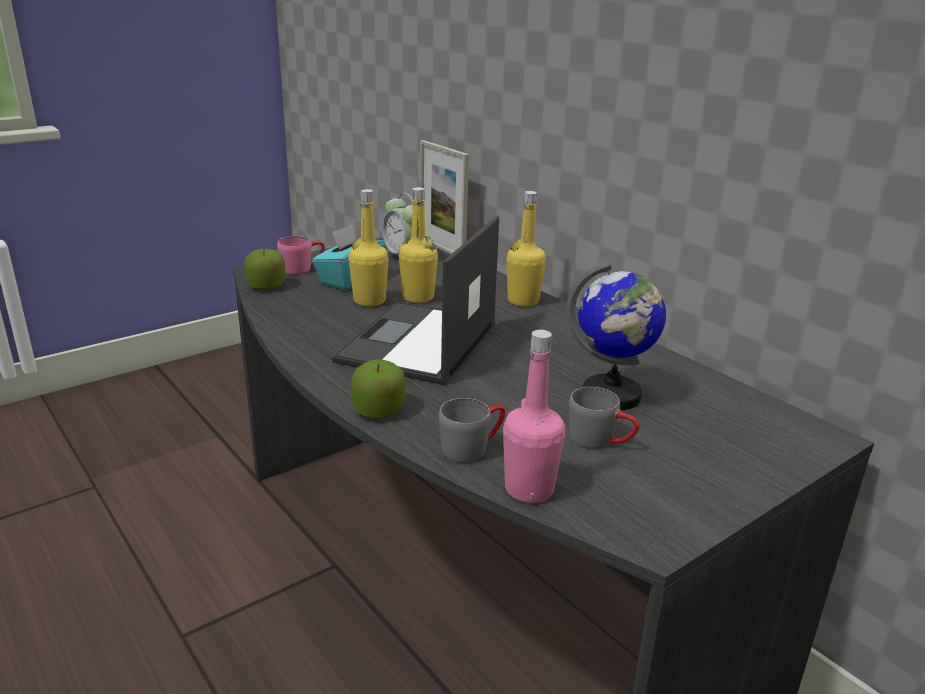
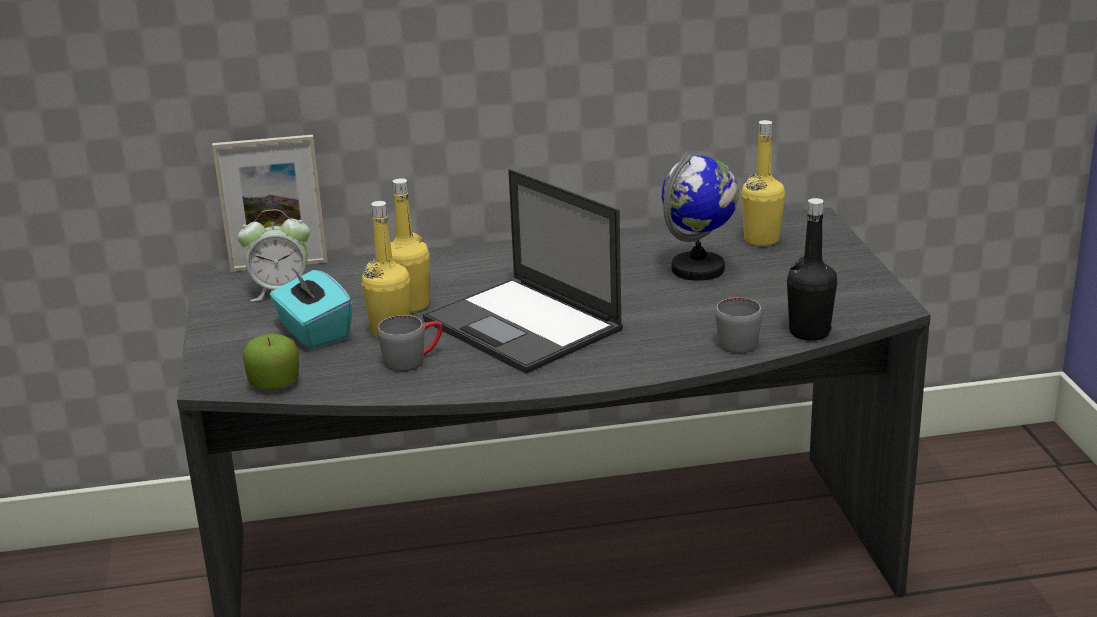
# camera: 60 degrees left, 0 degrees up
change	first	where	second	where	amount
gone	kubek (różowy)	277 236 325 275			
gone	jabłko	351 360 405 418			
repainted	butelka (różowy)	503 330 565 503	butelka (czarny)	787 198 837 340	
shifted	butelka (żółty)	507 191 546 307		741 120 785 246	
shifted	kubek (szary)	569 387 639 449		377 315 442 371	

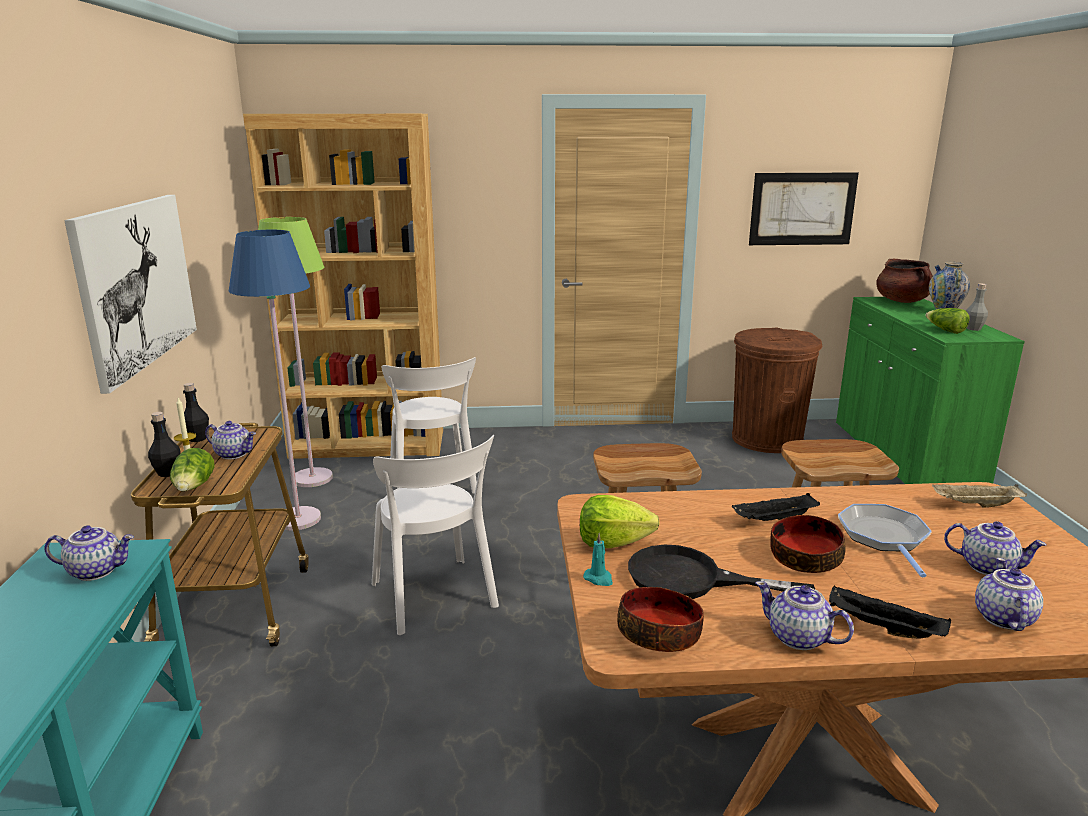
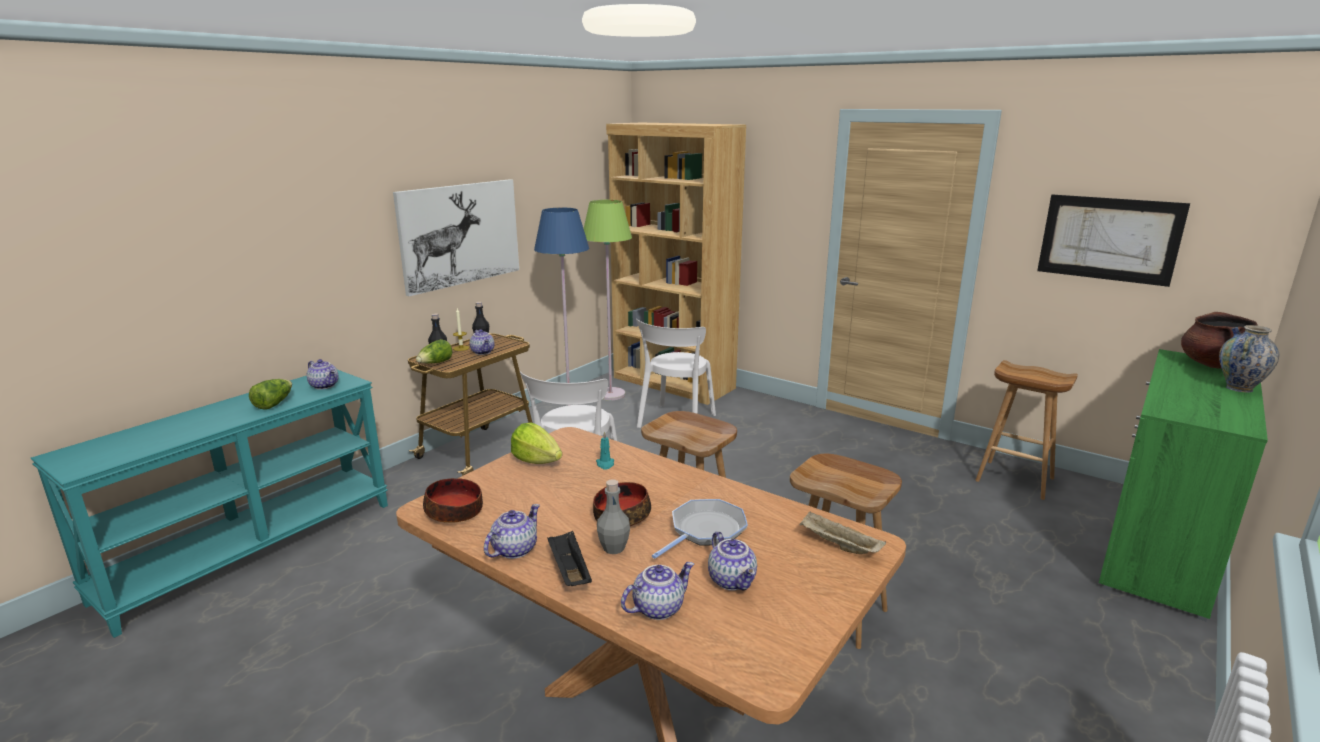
# camera: 40 degrees right, 0 degrees up
change	first	where	second	where	amount
shifted	świeca (turkusowy)	583 533 613 586		596 431 614 469	
gone	patelnia (czarny)	628 545 815 599			
swapped	kosz na śmieci (brązowy)	732 328 823 453	stołek (brązowy)	975 360 1078 500	
gone	taca (czarny)	732 493 820 521			
rotated	imbryk	756 581 854 650		484 504 540 559	45 degrees clockwise
shifted	sałata	926 308 970 334		249 379 292 410	
shifted	butelka (szary)	966 283 988 331		597 479 630 554	

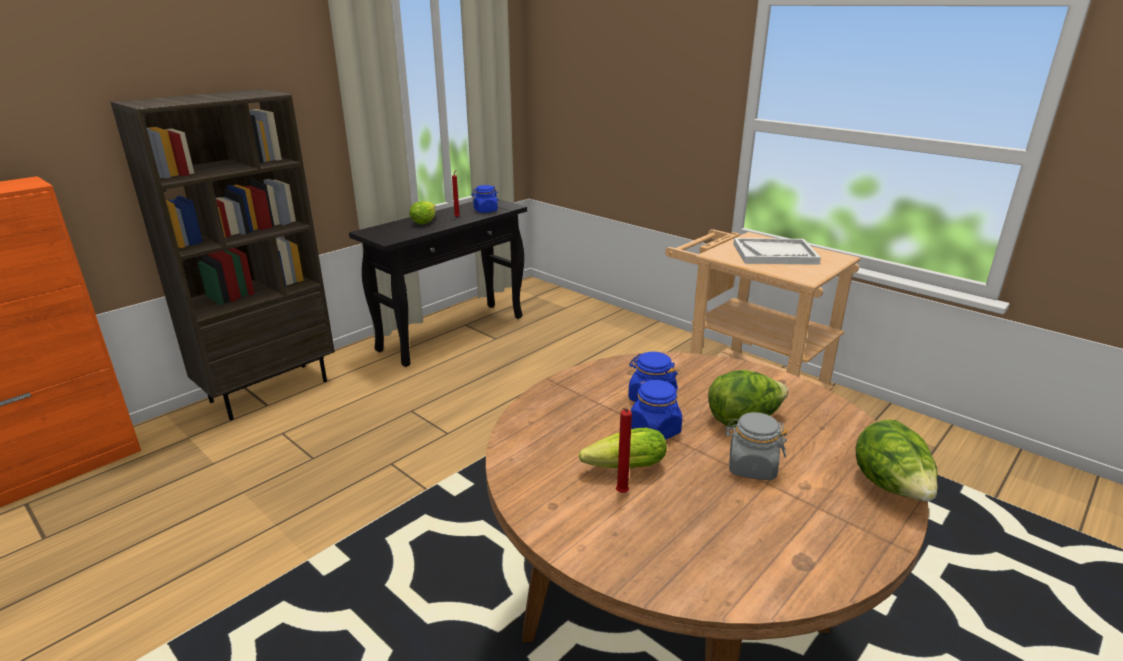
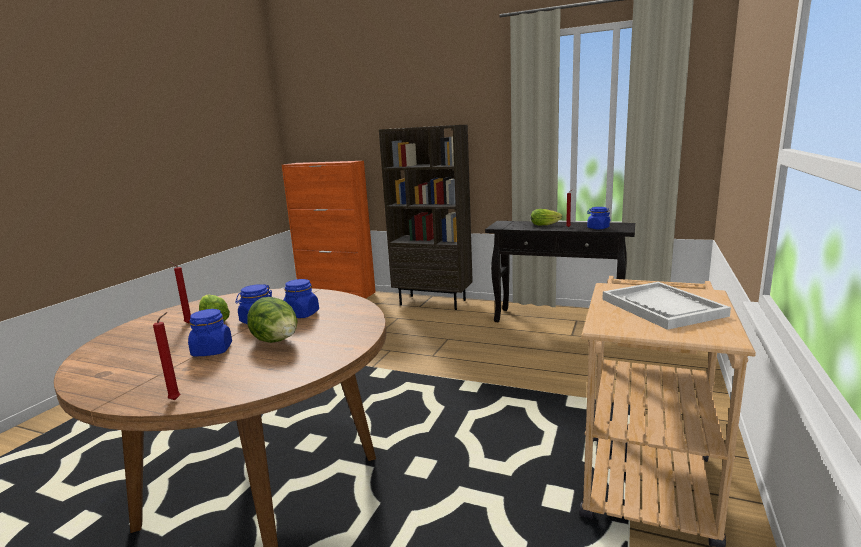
# camera: 70 degrees right, 10 degrees down
change	first	where	second	where	amount
repainted	słoik (szary)	725 412 787 480	słoik (niebieski)	188 309 232 356	
swapped	sałata	856 420 938 501	świeca (czerwony)	153 312 180 400	

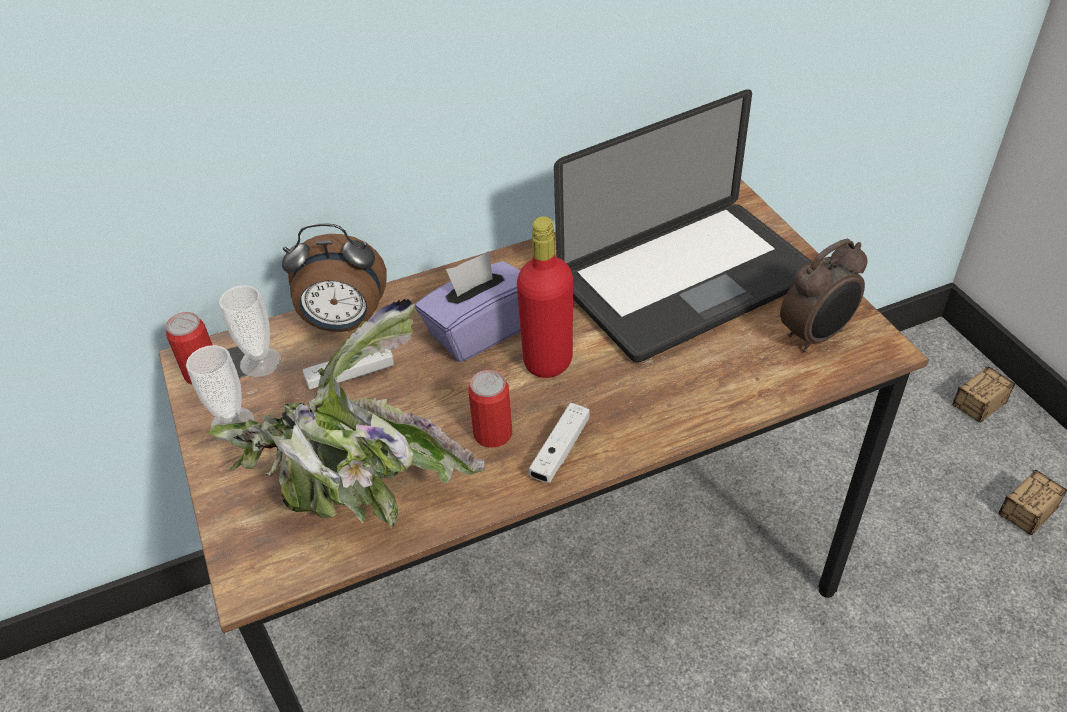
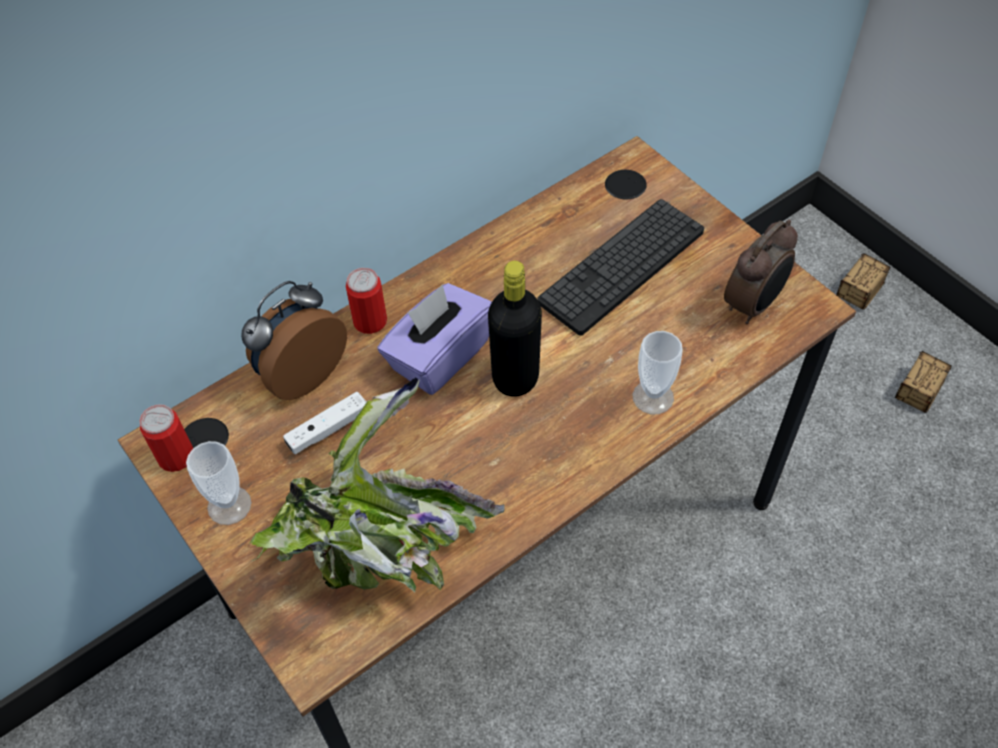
# camera: 15 degrees left, 10 degrees up
change	first	where	second	where	amount
shifted	filiżanka	219 285 281 377		633 331 683 414	
rotated	budzik	282 223 387 332		241 281 347 400	150 degrees clockwise
shifted	puszka	468 370 512 448		346 268 387 334	
repainted	butelka (czerwony)	517 216 573 378	butelka (czarny)	488 261 542 397	
gone	pad do gier (biały)	529 403 590 483			
swapped	laptop	554 89 813 362	klawiatura	537 199 704 336	

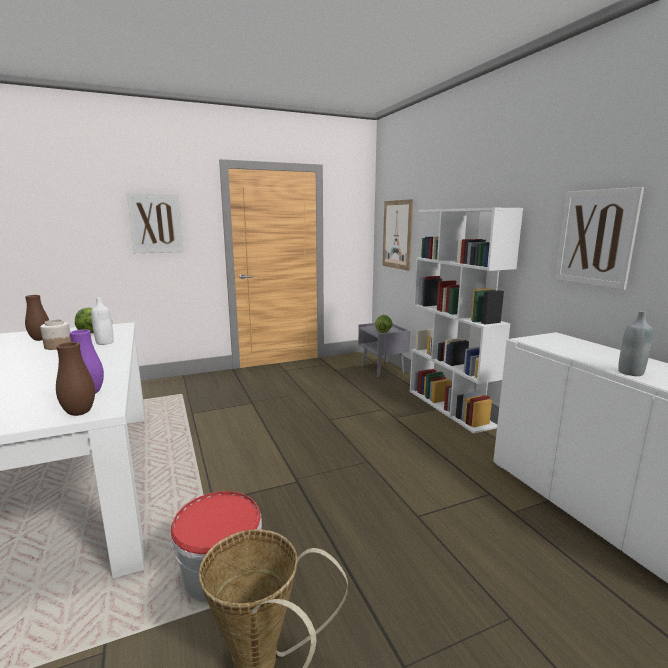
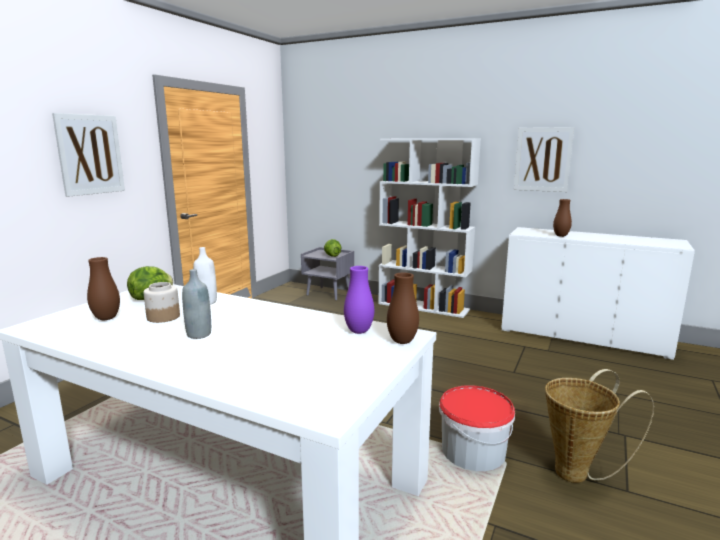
# camera: 40 degrees left, 0 degrees up
change	first	where	second	where	amount
gone	obraz	382 199 413 271			
shifted	butelka (szary)	618 311 653 376		182 269 211 339	
new			wazon (brązowy)	553 199 572 237	

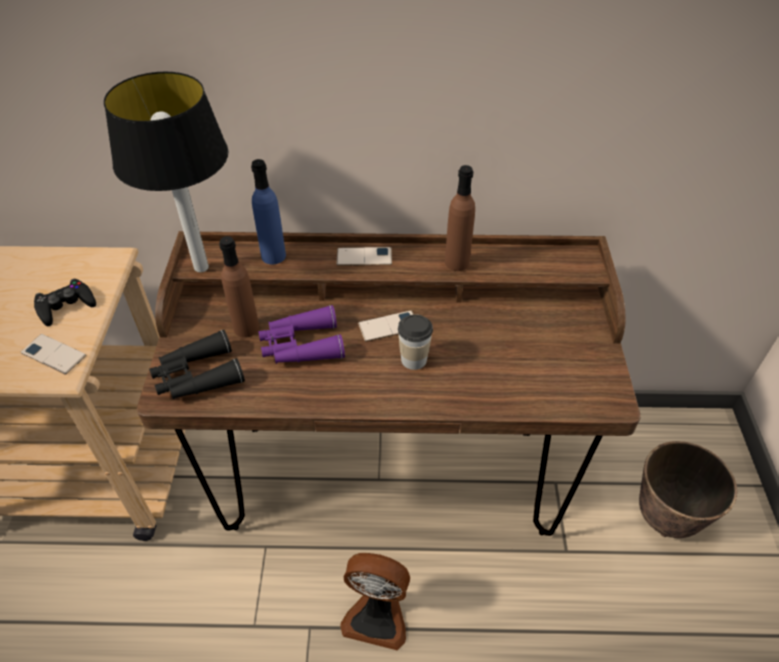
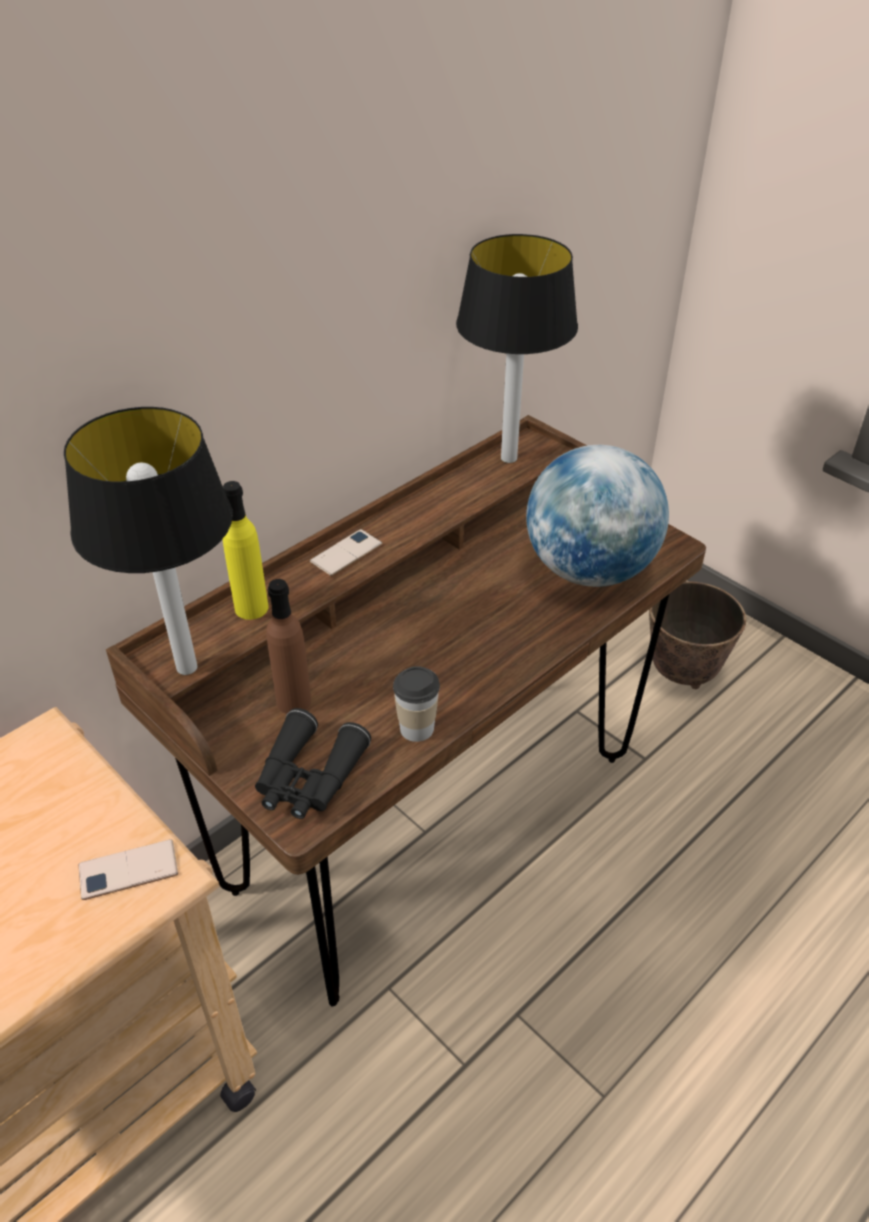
# camera: 45 degrees left, 5 degrees down
change	first	where	second	where	amount
gone	pad do gier (czarny)	34 278 96 326			
repainted	butelka (niebieski)	251 159 286 264	butelka (żółty)	222 481 269 620	
gone	lornetka (fioletowy)	258 305 345 364			
gone	wentylator	340 553 410 650			
gone	telefon	358 311 413 342			
shifted	filiżanka	398 314 433 370		393 666 440 742	
gone	butelka (brązowy)	445 165 475 271			
new			lampa stołowa	456 234 578 463	
new			globus	526 445 669 587	

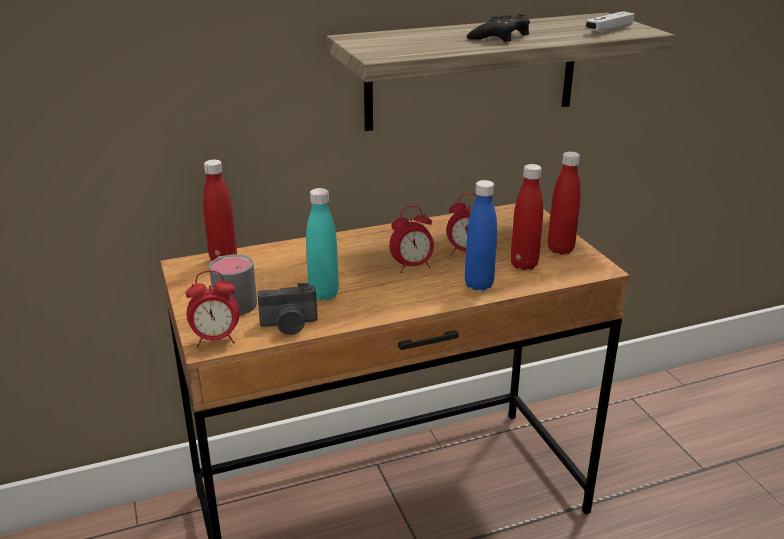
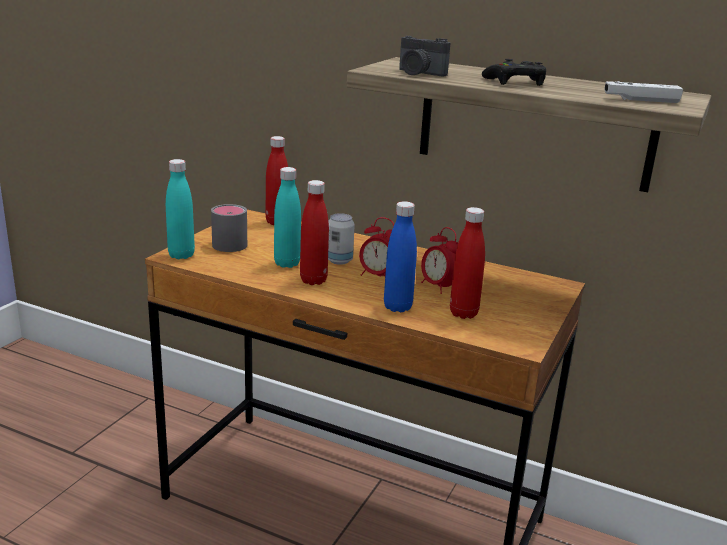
# camera: 45 degrees right, 5 degrees down
change	first	where	second	where	amount
swapped	budzik	186 271 240 347	butelka (turkusowy)	166 159 195 259	
shifted	aparat fotograficzny	257 283 318 335		399 36 450 76	
shifted	butelka (czerwony)	548 151 581 255		300 180 329 285	
new			puszka	328 213 355 265	

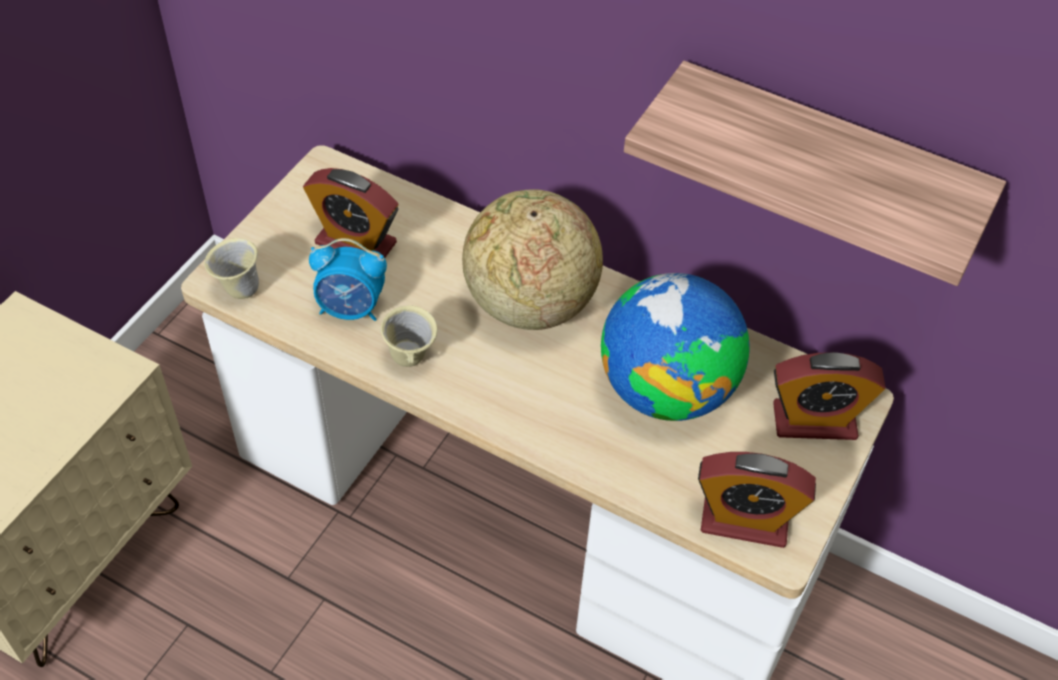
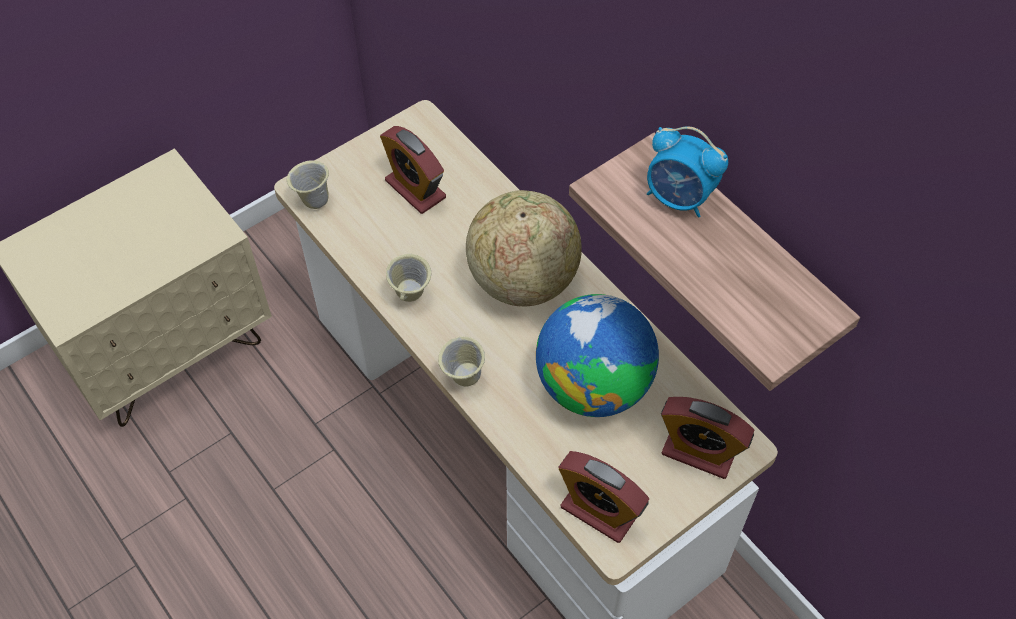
# camera: 25 degrees right, 5 degrees up
change	first	where	second	where	amount
shifted	budzik	309 238 387 321		647 126 728 217	
new			kubek (beżowy)	438 337 485 386	

